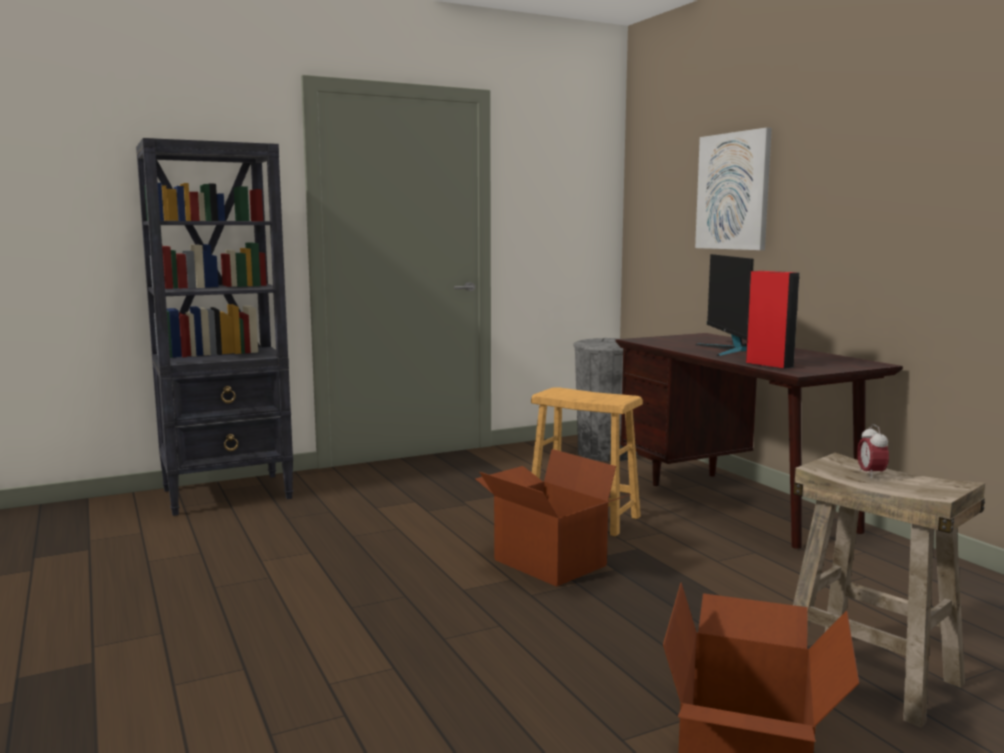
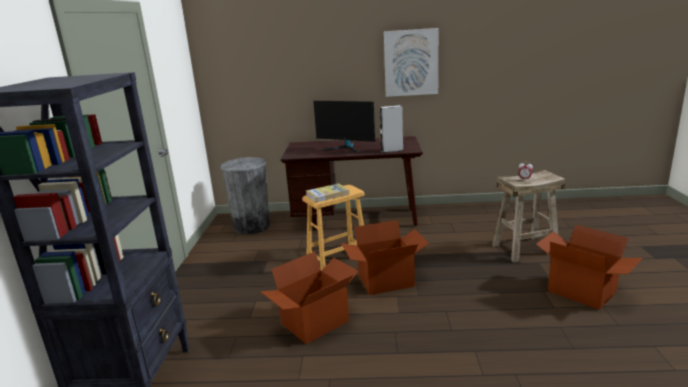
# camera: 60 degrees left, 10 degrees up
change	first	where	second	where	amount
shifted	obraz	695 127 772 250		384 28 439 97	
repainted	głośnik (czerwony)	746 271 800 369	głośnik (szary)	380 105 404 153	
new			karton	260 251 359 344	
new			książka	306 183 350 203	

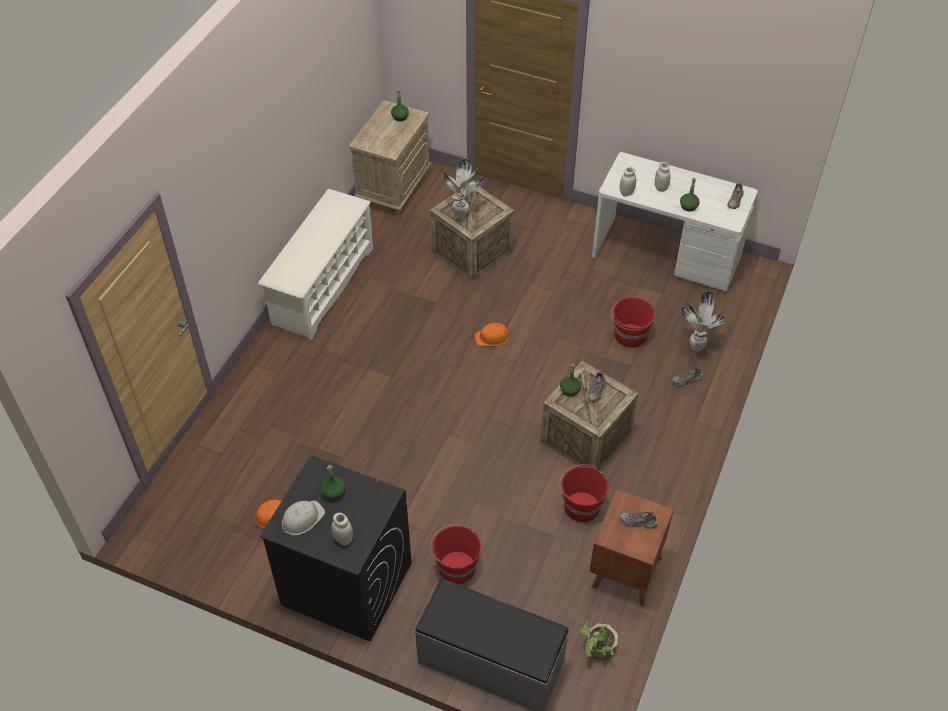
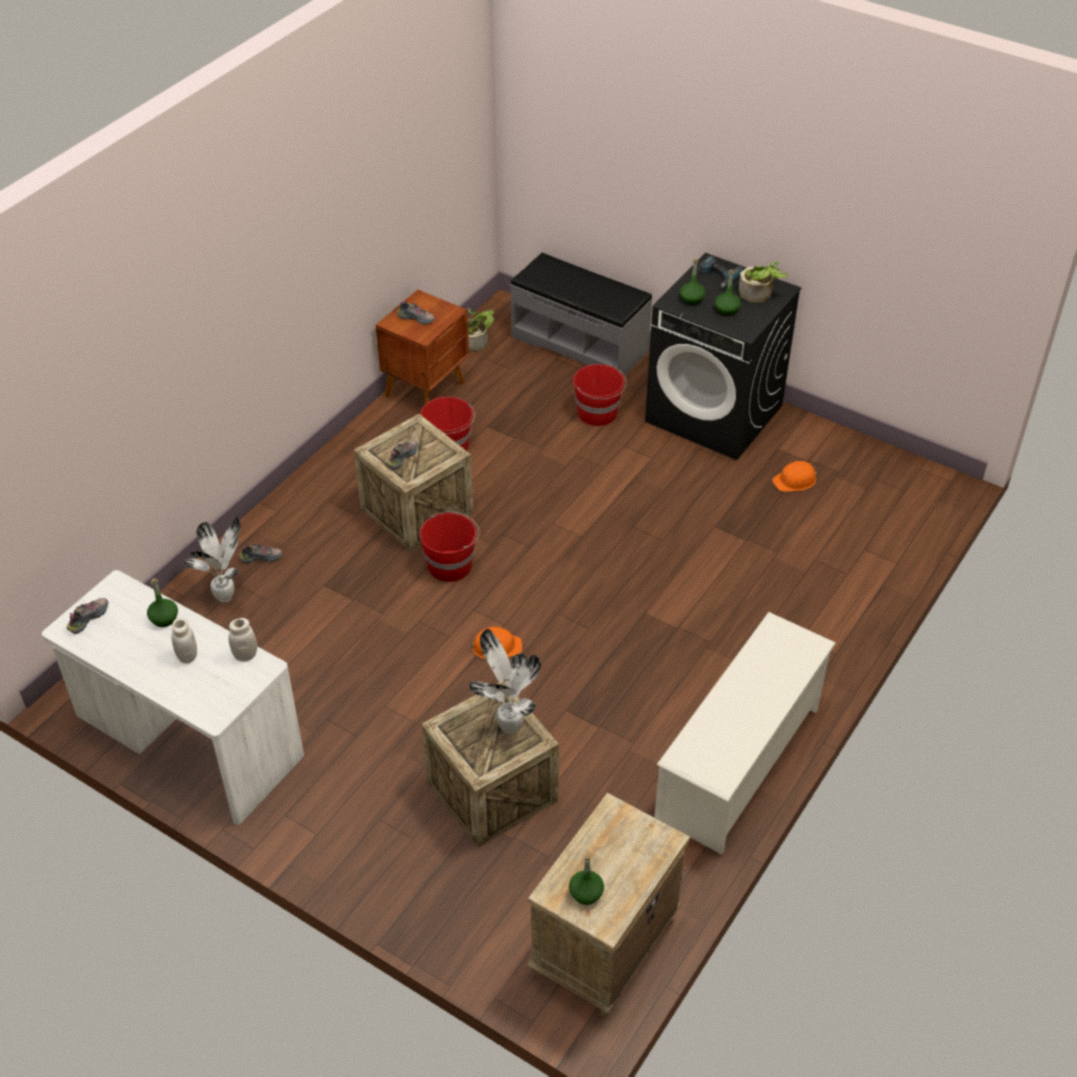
# camera: 170 degrees left, 5 degrees down
change	first	where	second	where	amount
swapped	kask (biały)	282 501 325 535	roślina doniczkowa	739 261 788 303	
swapped	słoik (biały)	332 513 353 546	wiertarka	698 256 744 288	
shifted	butelka (zielony)	560 363 581 396		680 259 705 305	
shifted	wiadro (czerwony)	611 297 655 348		420 511 479 582	

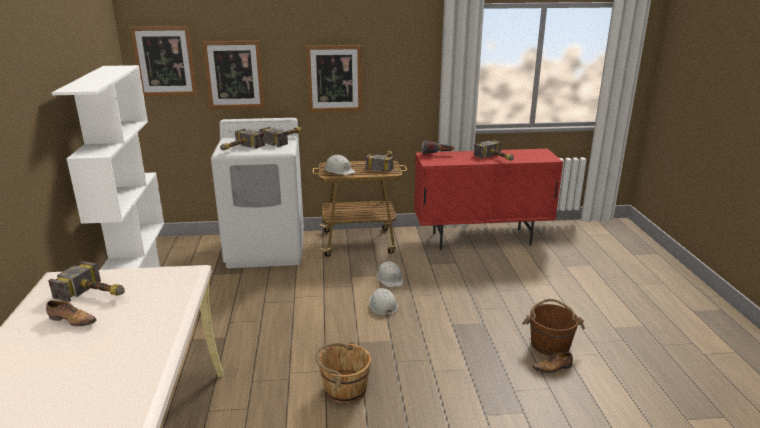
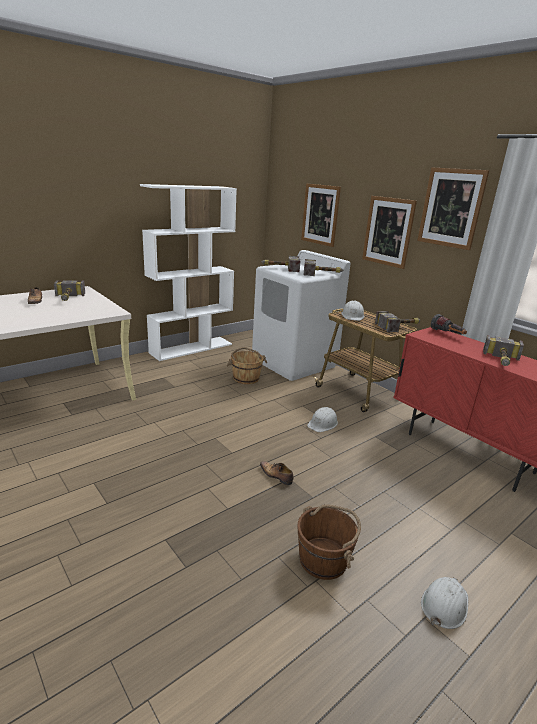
# camera: 55 degrees right, 0 degrees up
change	first	where	second	where	amount
shifted	obraz	130 26 197 96		417 167 489 250	
shifted	wiadro (brązowy)	316 342 371 404		226 347 267 384	
shifted	kask (biały)	369 288 398 316		421 577 468 629	
shifted	but	532 352 573 373		260 461 294 485	

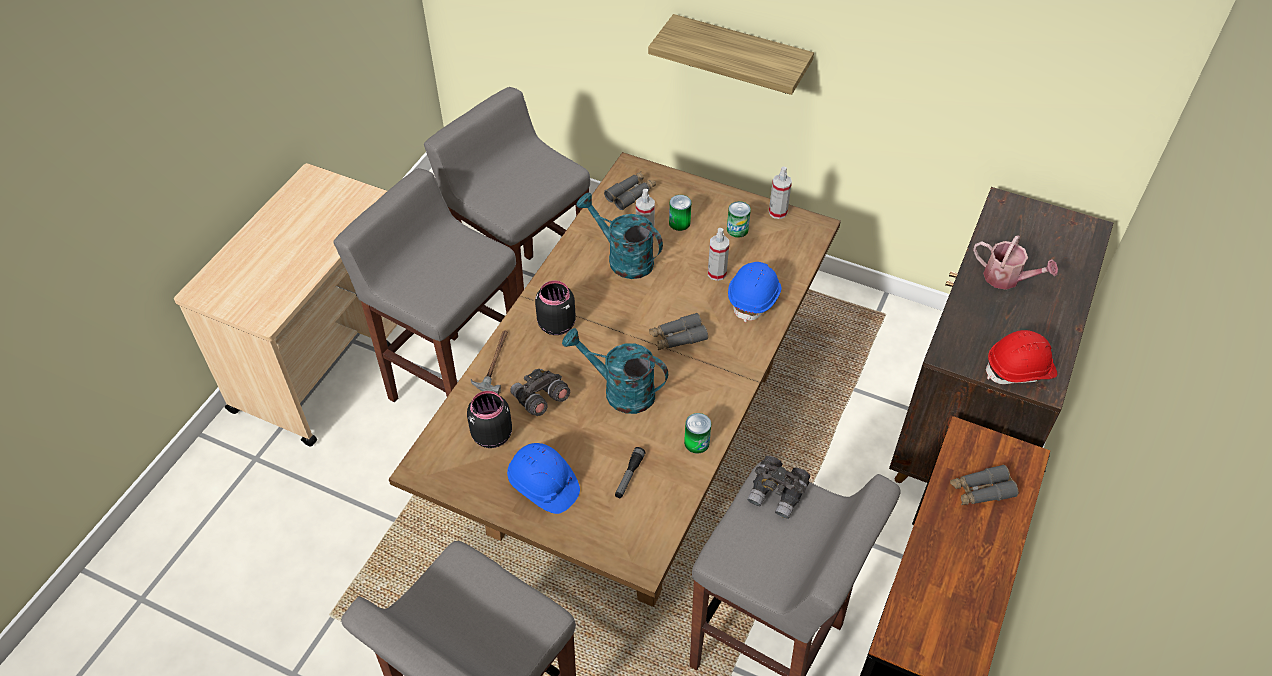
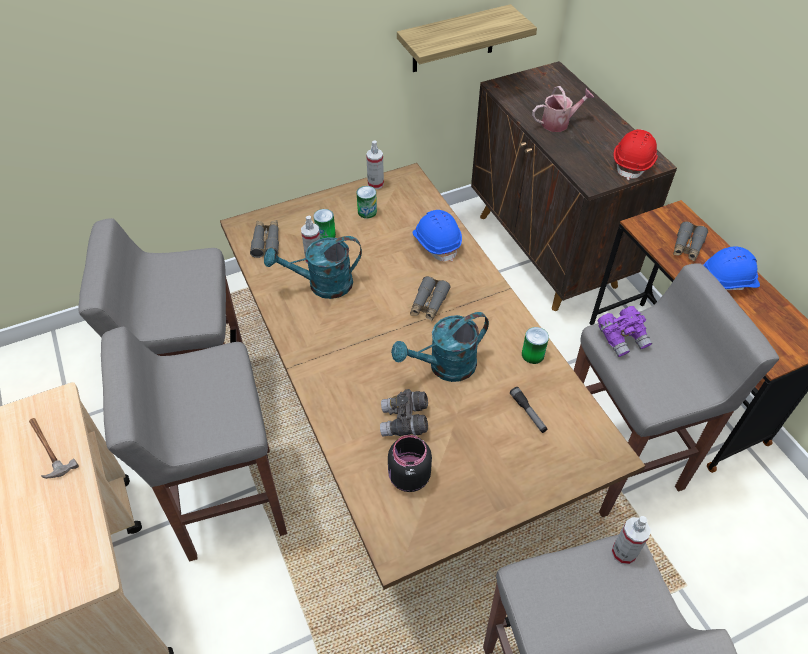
# camera: 50 degrees left, 0 degrees up
change	first	where	second	where	amount
shifted	młotek	471 331 508 395		29 418 79 479	
shifted	kask (niebieski)	507 443 580 514		703 247 760 290	
gone	słoik (czarny)	535 280 576 335			
shifted	półka	648 14 814 95		397 4 537 72	
shifted	spryskiwacz	708 228 729 281		611 516 651 565	
repainted	lornetka (szary)	747 456 810 519	lornetka (fioletowy)	597 306 652 357	

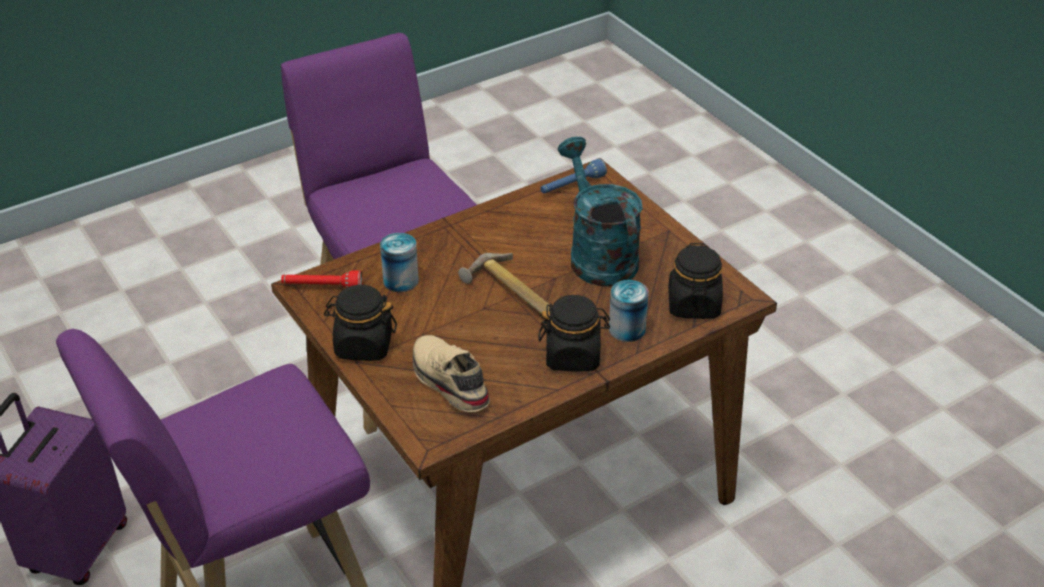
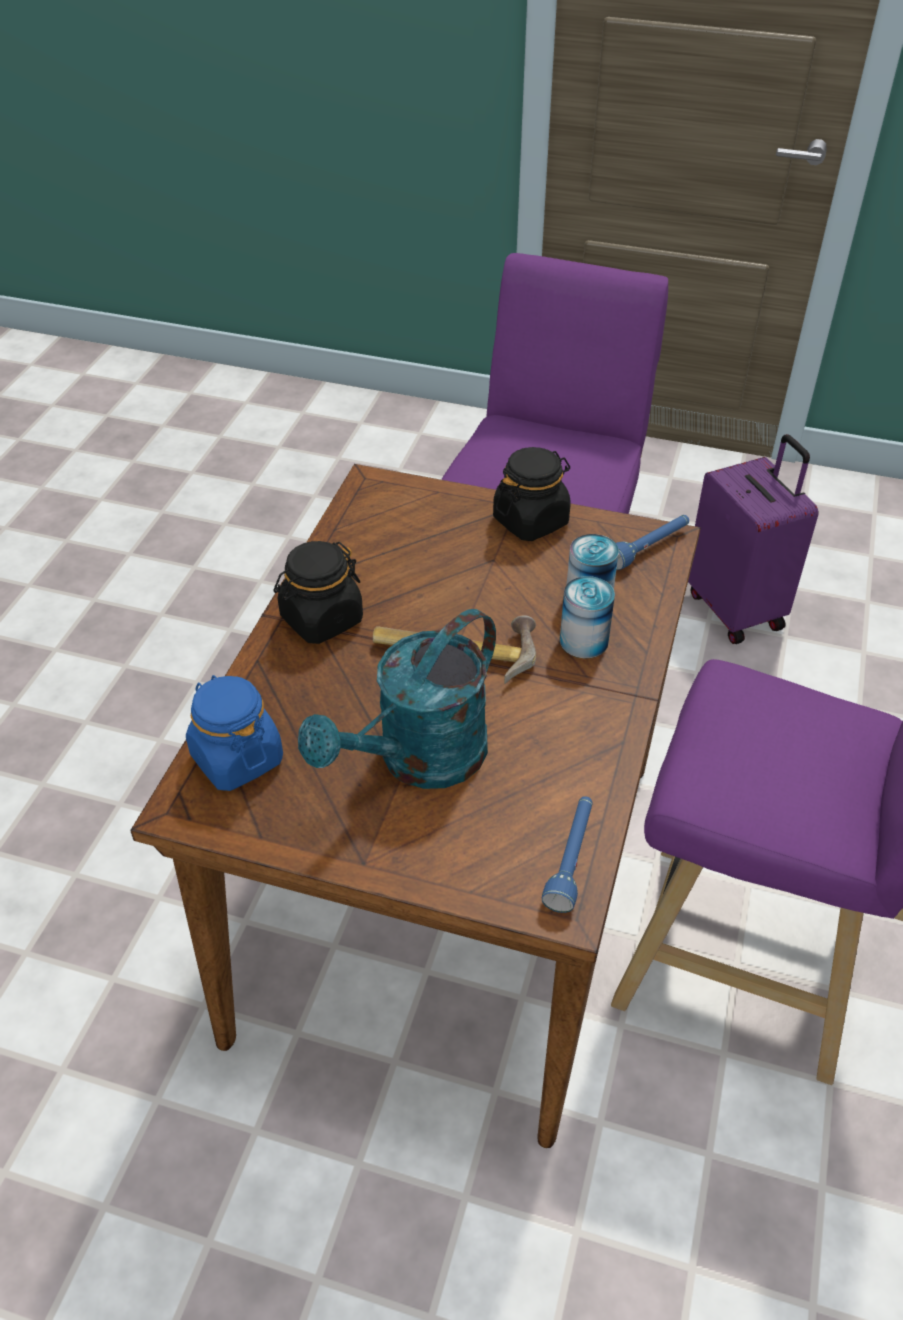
# camera: 140 degrees right, 5 degrees up
change	first	where	second	where	amount
repainted	latarka (czerwony)	281 270 363 288	latarka (niebieski)	616 515 689 570	
gone	but (beżowy)	413 335 490 412			
rotated	konewka (turkusowy)	558 137 643 286		298 609 496 789	105 degrees clockwise
shifted	puszka	609 280 649 342		560 576 615 658	
repainted	słoik (czarny)	668 243 723 319	słoik (niebieski)	186 675 283 791	

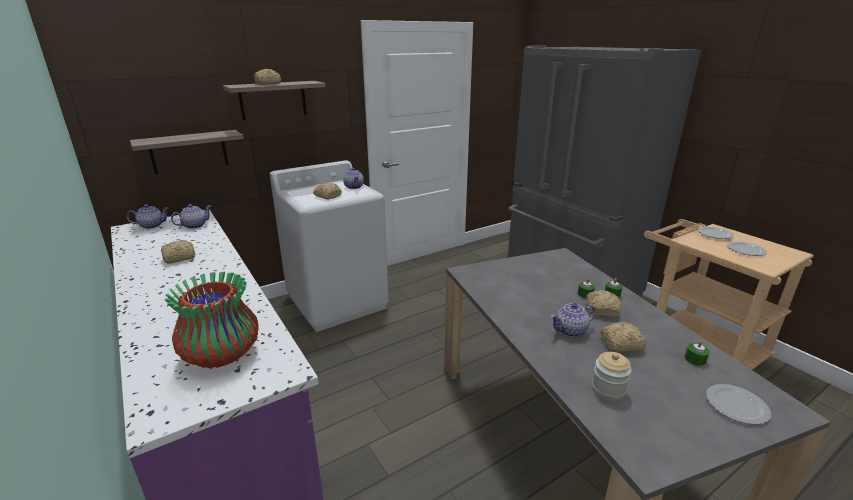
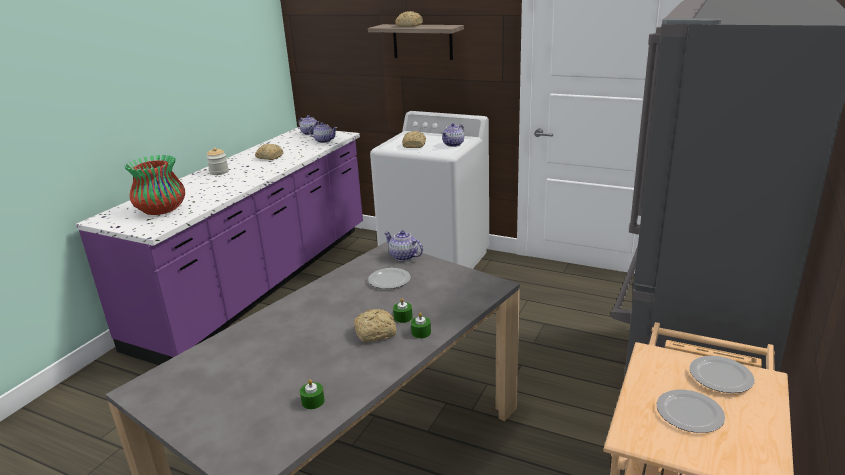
# camera: 60 degrees right, 0 degrees up
change	first	where	second	where	amount
gone	półka	130 130 243 175			
shifted	imbryk	551 303 595 337		384 230 423 261	
shifted	słoik	592 352 632 401		206 147 229 175	
gone	chleb	600 322 646 353			
shifted	talerz	706 384 771 425		368 268 411 289	

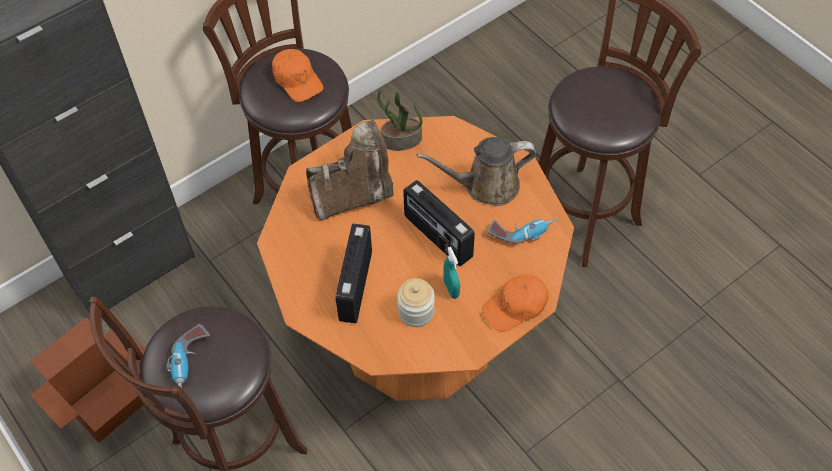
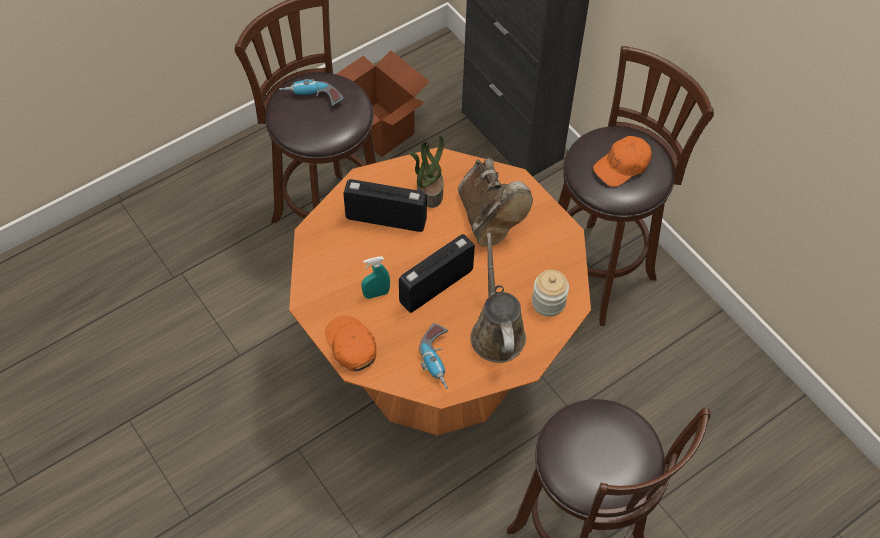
# camera: 90 degrees right, 0 degrees up
change	first	where	second	where	amount
shifted	roślina doniczkowa	377 90 423 151		409 135 444 208	
shifted	słoik	397 278 435 327		532 270 569 317	

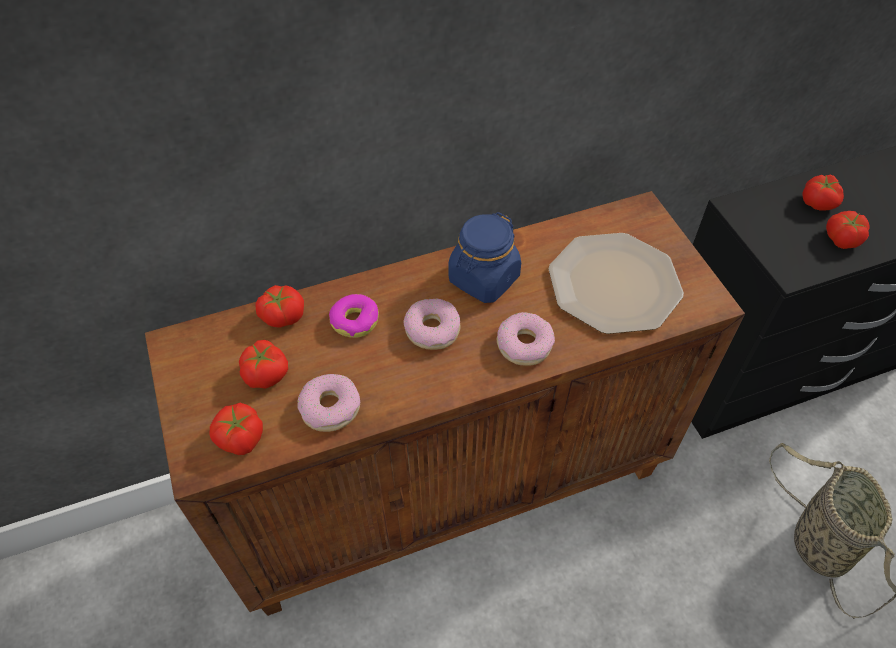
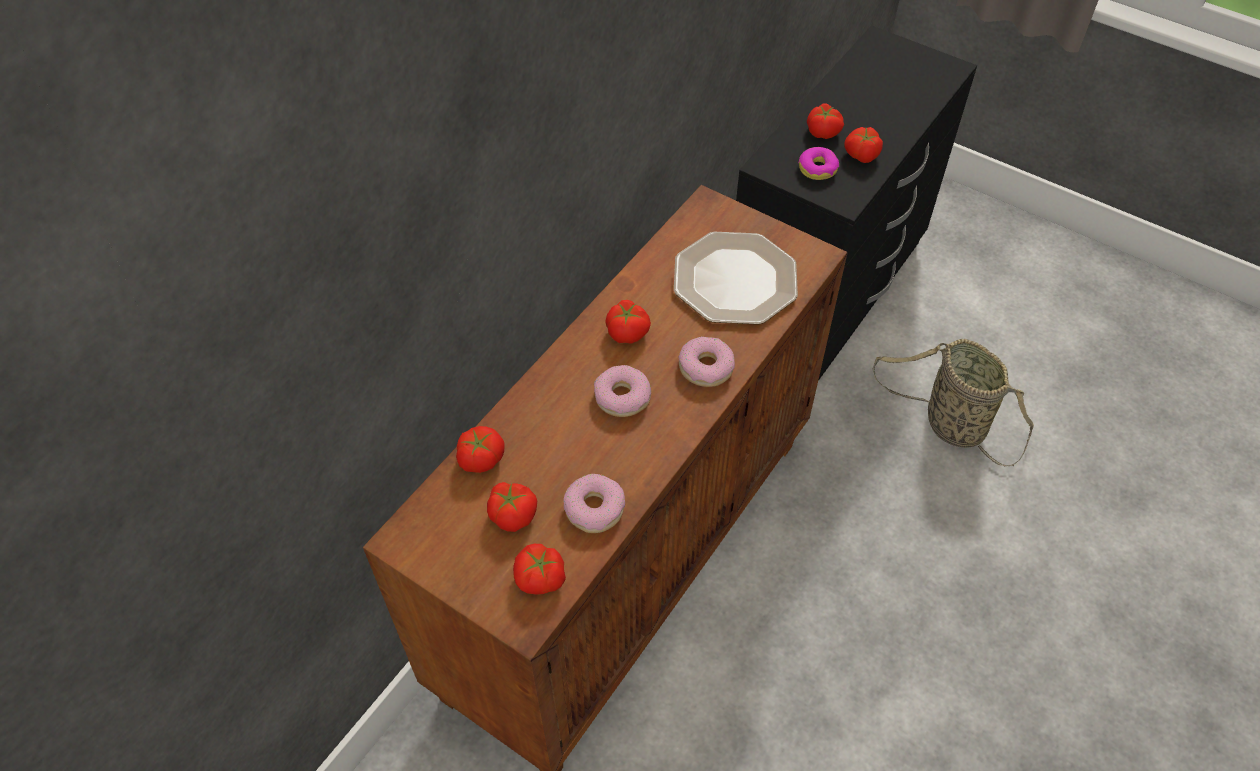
# camera: 35 degrees left, 0 degrees up
change	first	where	second	where	amount
shifted	donut	329 294 379 338		798 147 839 180	
swapped	słoik (niebieski)	449 212 521 303	pomidor	605 300 651 344	

